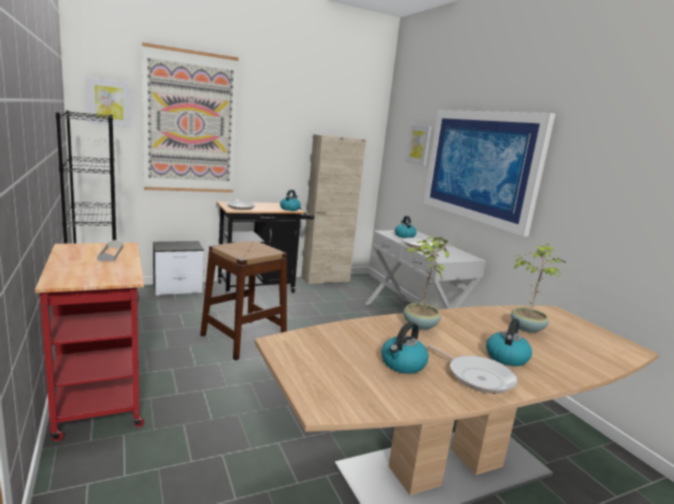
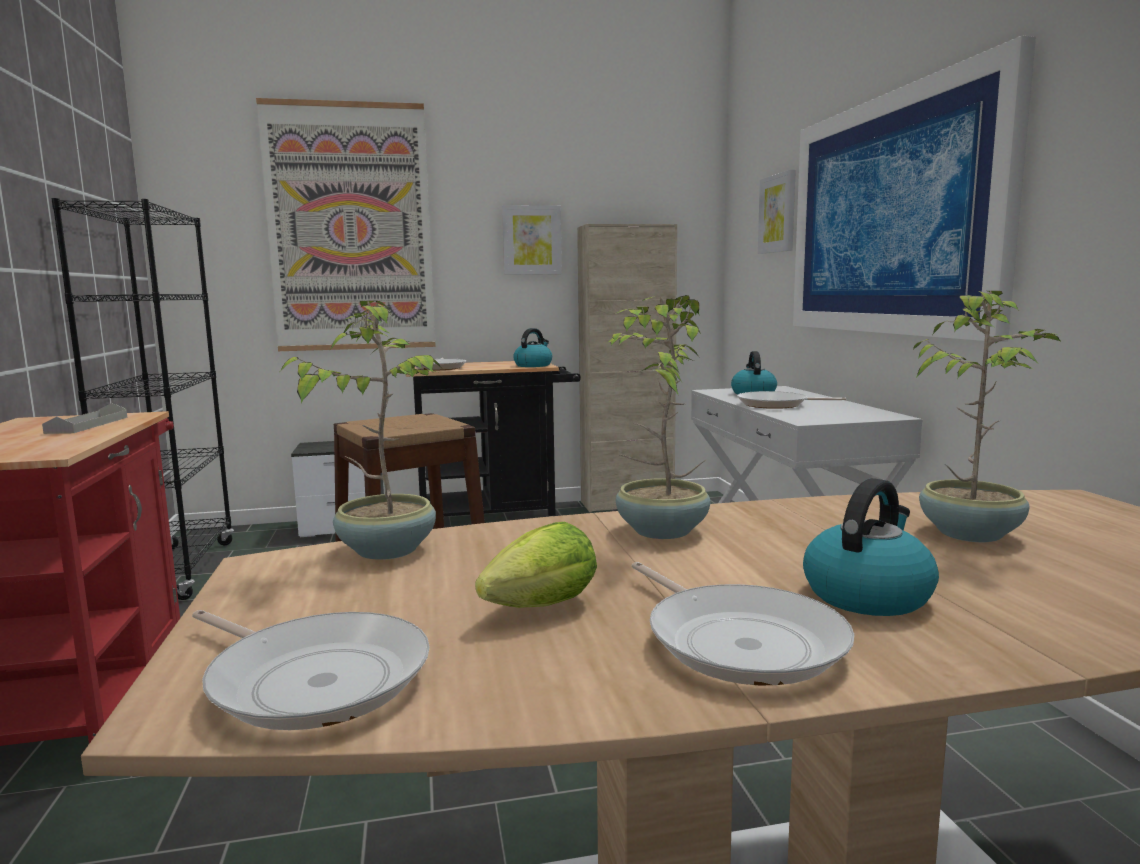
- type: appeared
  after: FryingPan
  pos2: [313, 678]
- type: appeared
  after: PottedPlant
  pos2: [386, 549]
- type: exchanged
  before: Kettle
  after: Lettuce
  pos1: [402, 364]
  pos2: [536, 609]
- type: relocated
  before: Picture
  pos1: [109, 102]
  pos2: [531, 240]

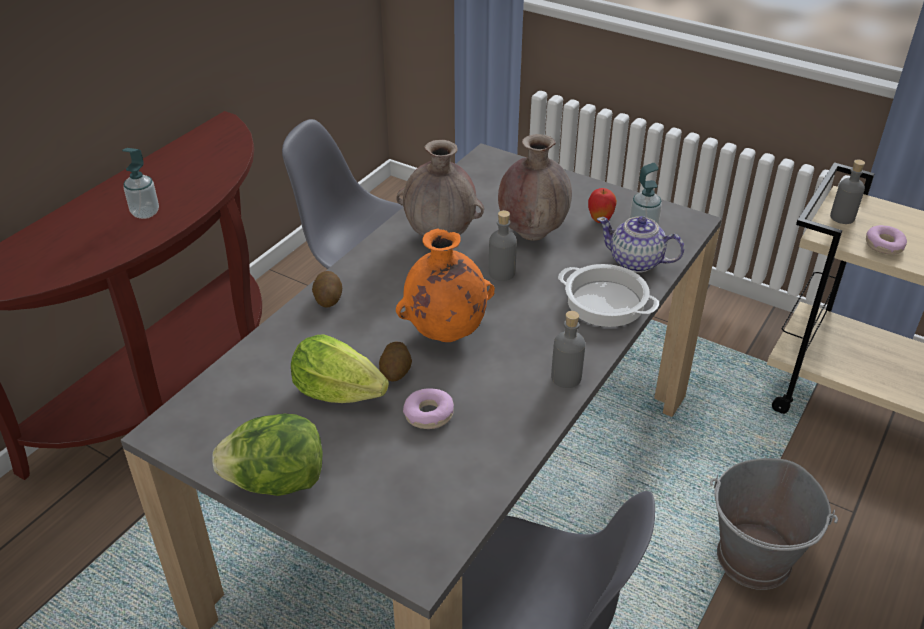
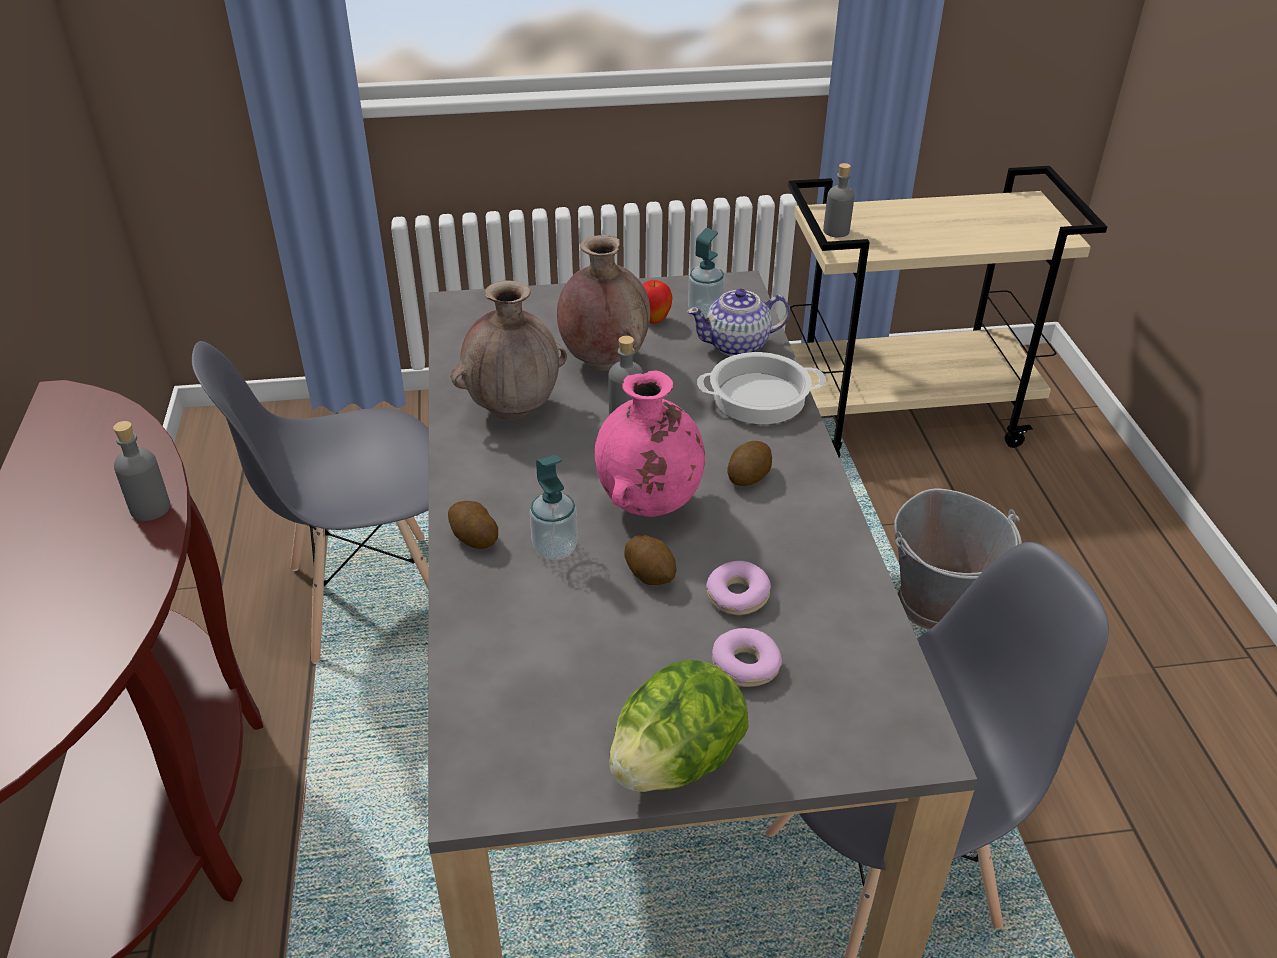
- type: relocated
  before: GreyBottle
  pos1: [566, 377]
  pos2: [150, 508]
- type: relocated
  before: SoapDispenser
  pos1: [145, 213]
  pos2: [555, 548]
- type: colour
  before: OrangeVase
  after: PinkVase
  pos1: [445, 334]
  pos2: [649, 507]
- type: relocated
  before: Donut
  pos1: [884, 245]
  pos2: [745, 666]
- type: appeared
  after: Potato
  pos2: [748, 476]
- type: missing
  before: Lettuce
  pos1: [337, 392]

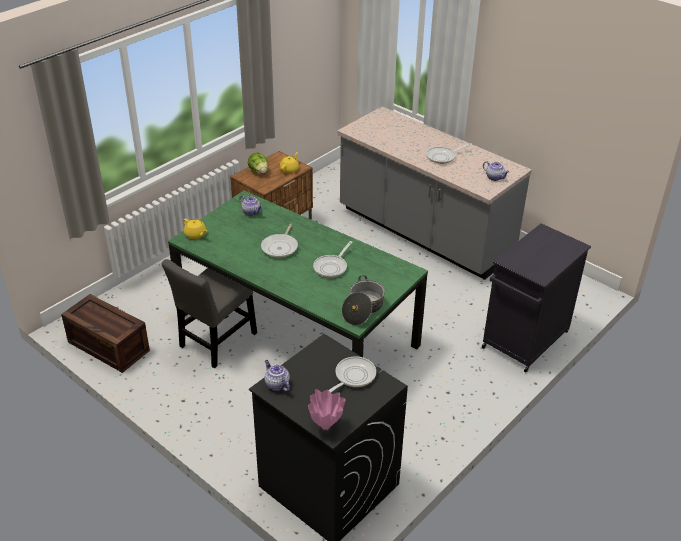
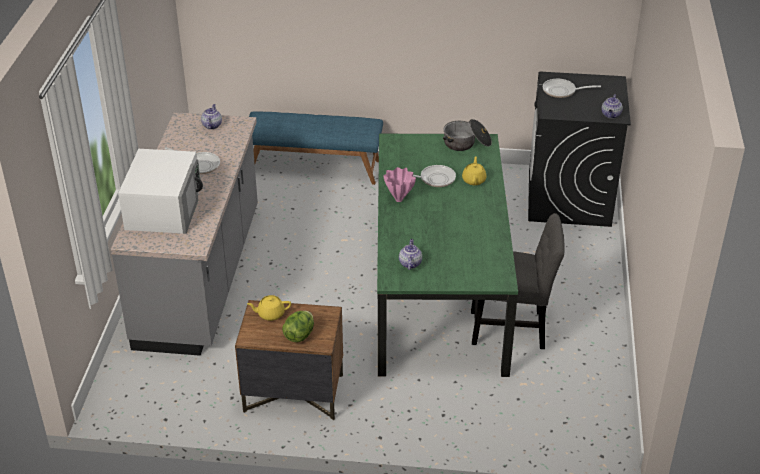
- type: appeared
  after: WhiteMicrowave
  pos2: [164, 208]
- type: exchanged
  before: BlackCabinet
  after: BlueBench
  pos1: [524, 341]
  pos2: [314, 167]
- type: relocated
  before: PinkVase
  pos1: [325, 427]
  pos2: [399, 199]
- type: relocated
  before: YellowTeapot
  pos1: [195, 234]
  pos2: [474, 180]
- type: missing
  before: Crate
  pos1: [107, 346]
- type: missing
  before: FryingPan
  pos1: [280, 247]

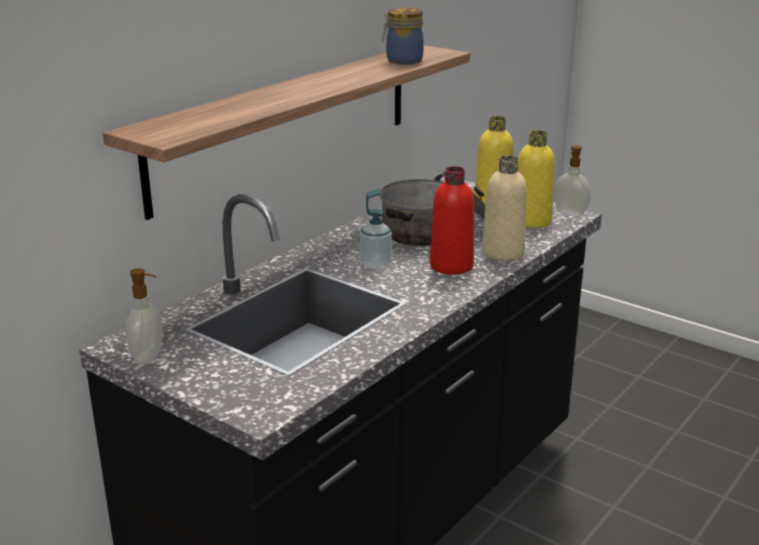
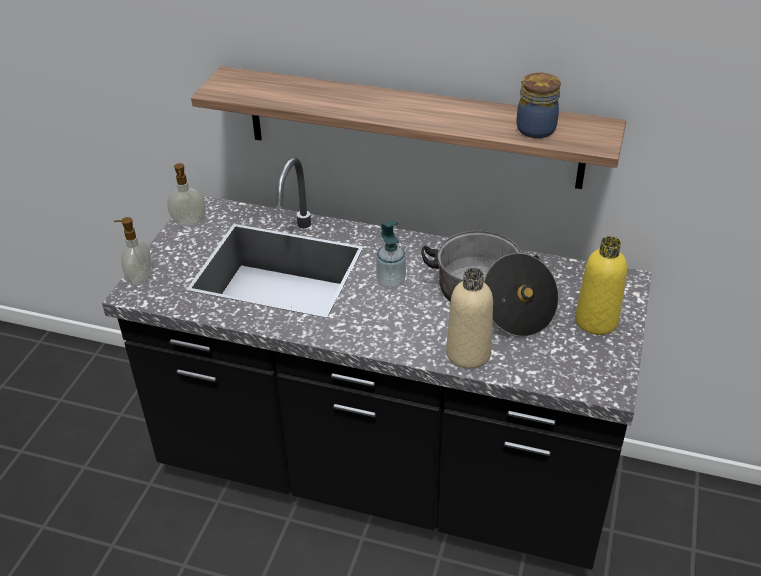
- type: relocated
  before: SoapDispenser
  pos1: [569, 213]
  pos2: [139, 278]
- type: missing
  before: RedBottle
  pos1: [451, 266]
- type: missing
  before: YellowBottle
  pos1: [531, 221]

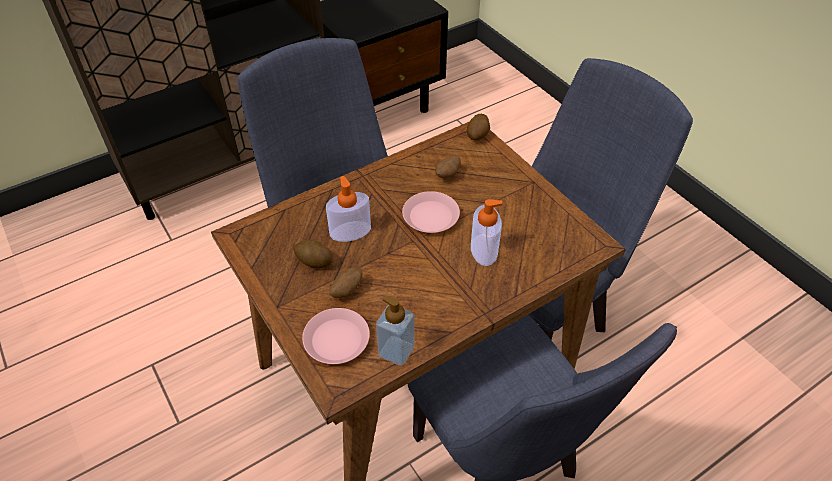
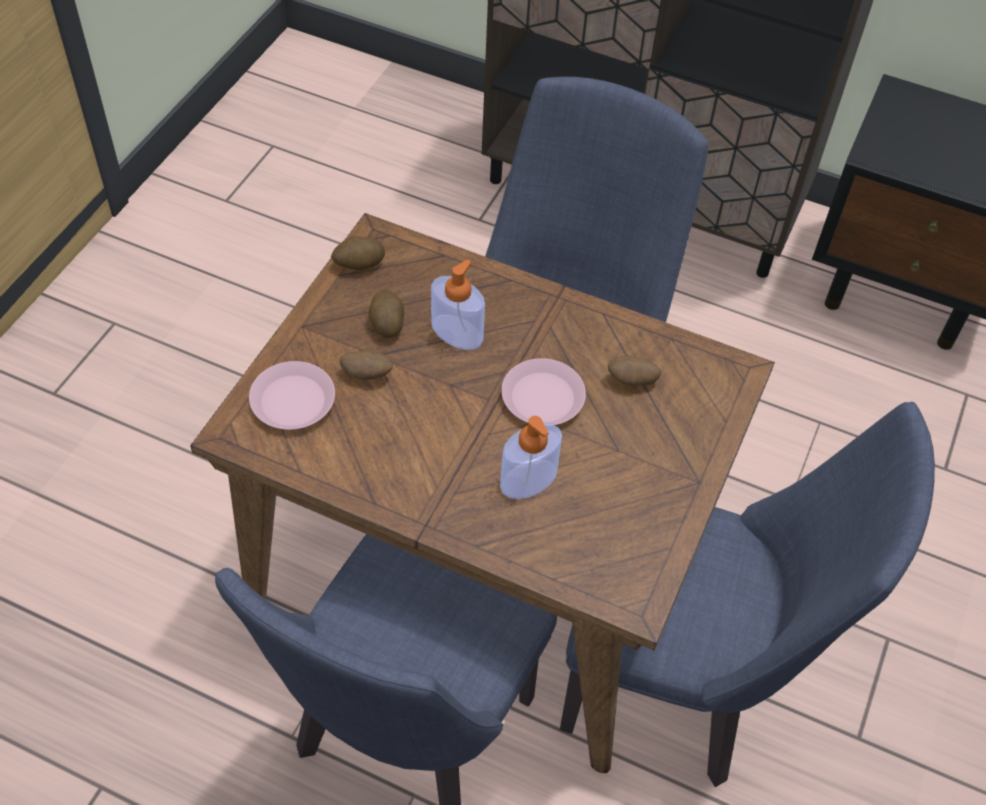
- type: relocated
  before: Potato
  pos1: [477, 135]
  pos2: [359, 264]
- type: missing
  before: SoapDispenser
  pos1: [396, 351]

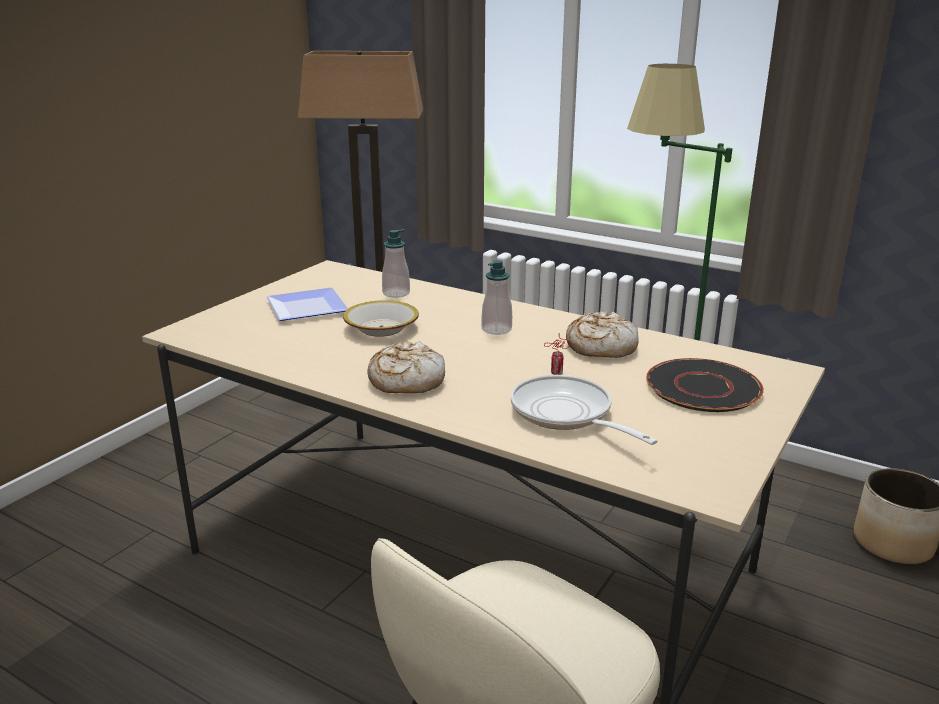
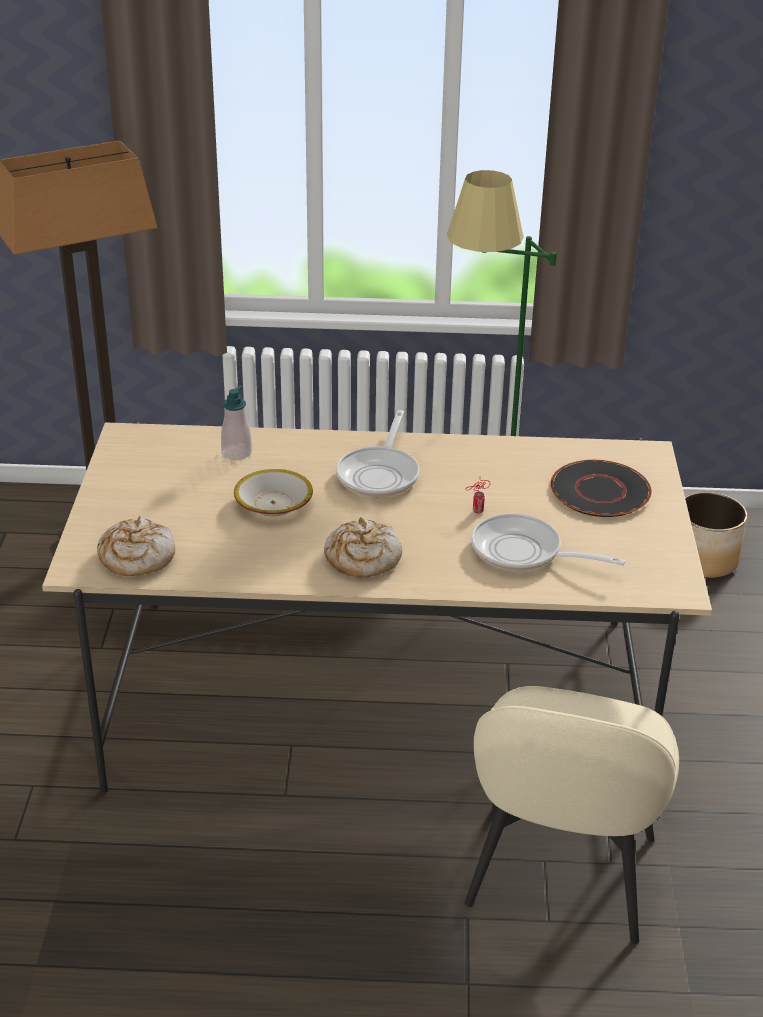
- type: relocated
  before: Bread
  pos1: [600, 347]
  pos2: [136, 557]
- type: exchanged
  before: SoapDispenser
  after: FryingPan
  pos1: [496, 329]
  pos2: [380, 474]
- type: missing
  before: Plate
  pos1: [305, 309]

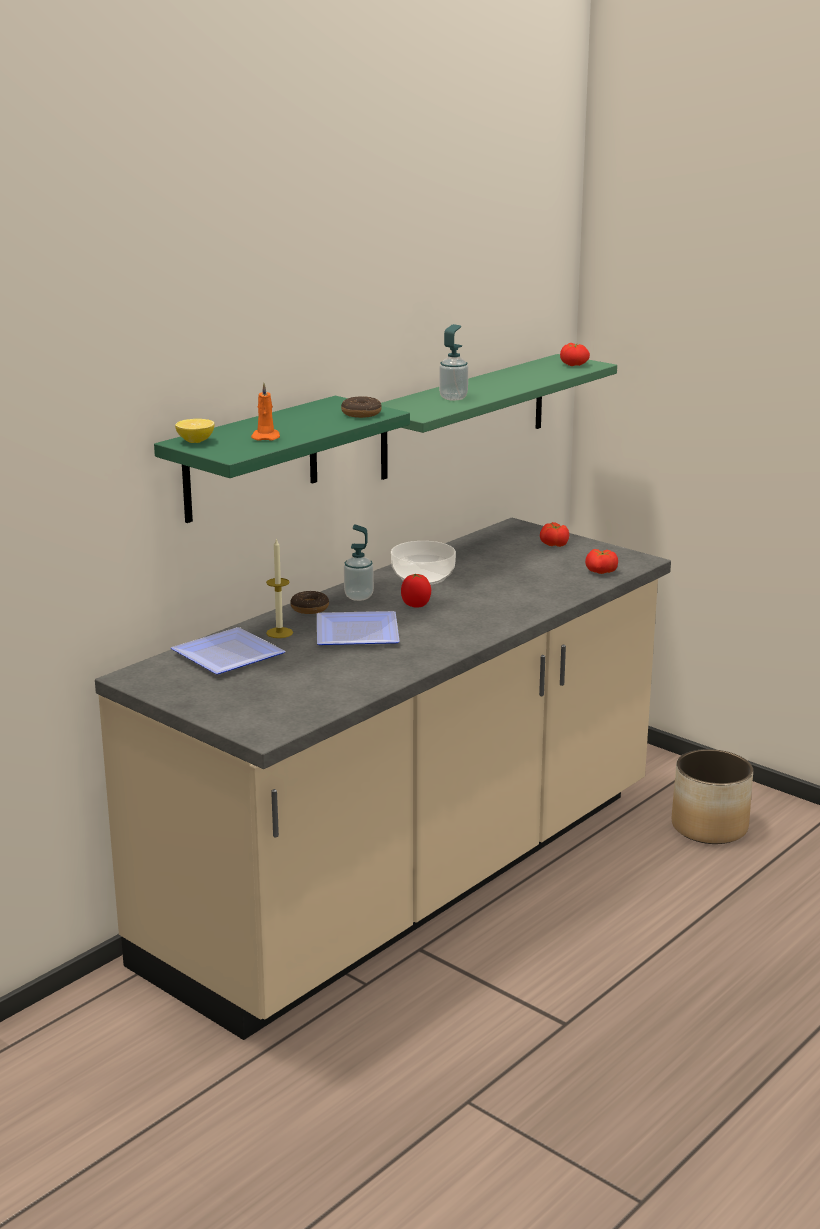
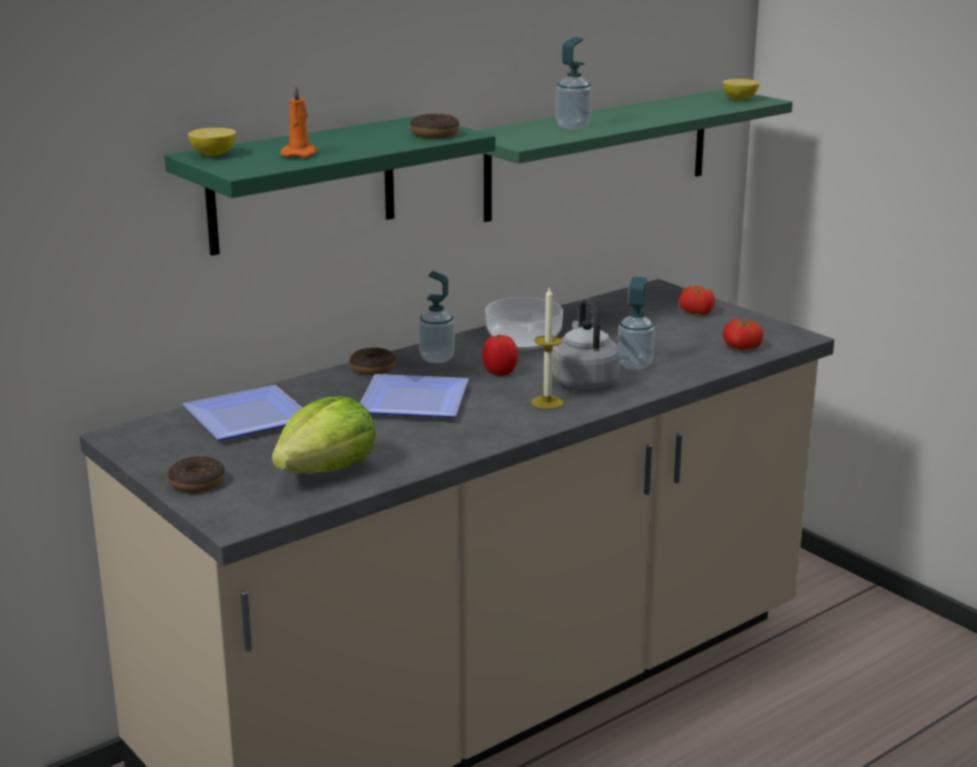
- type: appeared
  after: Donut
  pos2: [197, 482]
- type: appeared
  after: Lettuce
  pos2: [326, 470]
- type: relocated
  before: Candle
  pos1: [279, 633]
  pos2: [547, 402]
- type: appeared
  after: GreyKettle
  pos2: [583, 381]
- type: appeared
  after: SoapDispenser
  pos2: [635, 365]
- type: exchanged
  before: Tomato
  after: Lemon
  pos1: [574, 364]
  pos2: [740, 99]
- type: missing
  before: Planter
  pos1: [710, 827]

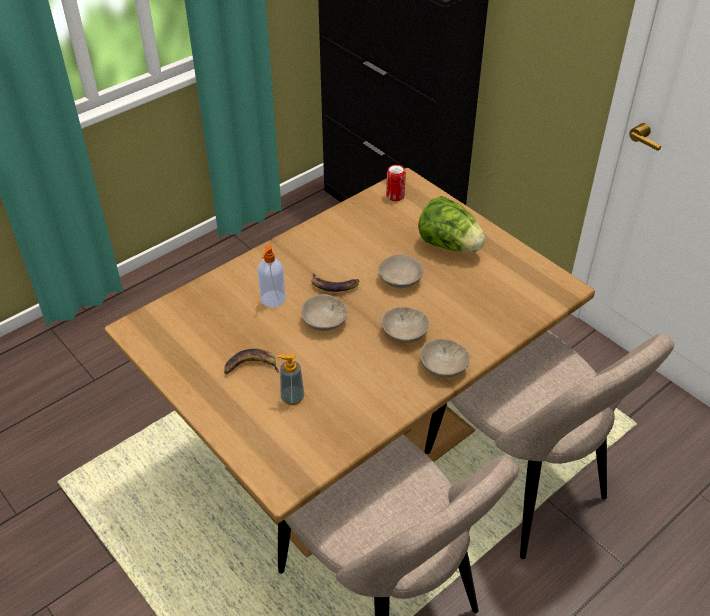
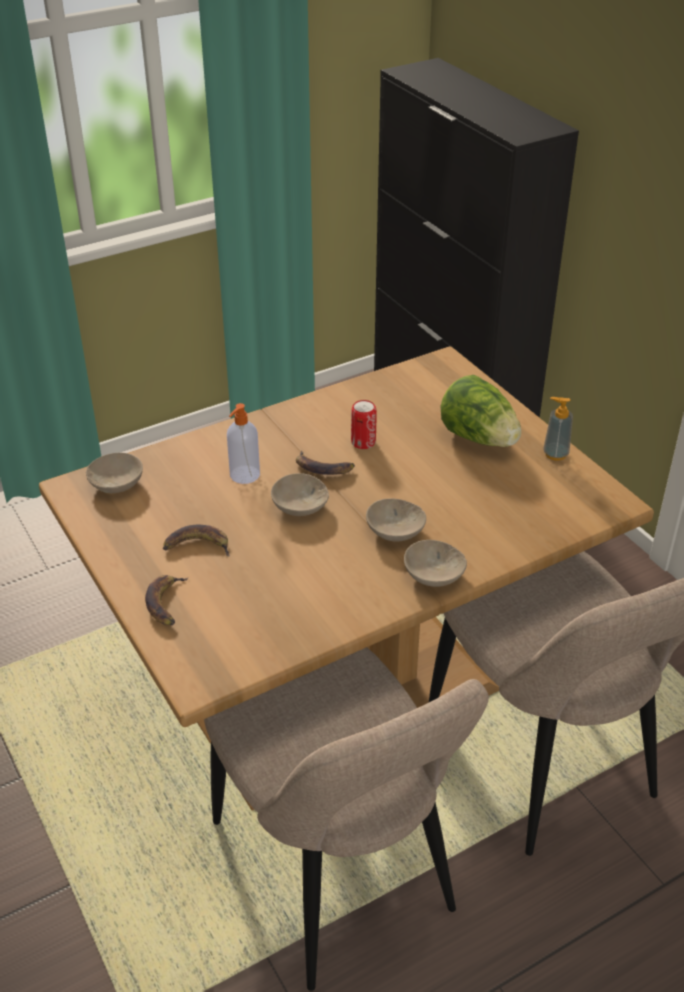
- type: relocated
  before: BeigeBowl
  pos1: [402, 279]
  pos2: [118, 484]
- type: appeared
  after: Banana
  pos2: [166, 603]
- type: relocated
  before: Can
  pos1: [395, 196]
  pos2: [363, 442]
- type: relocated
  before: SoapDispenser
  pos1: [292, 397]
  pos2: [555, 454]

